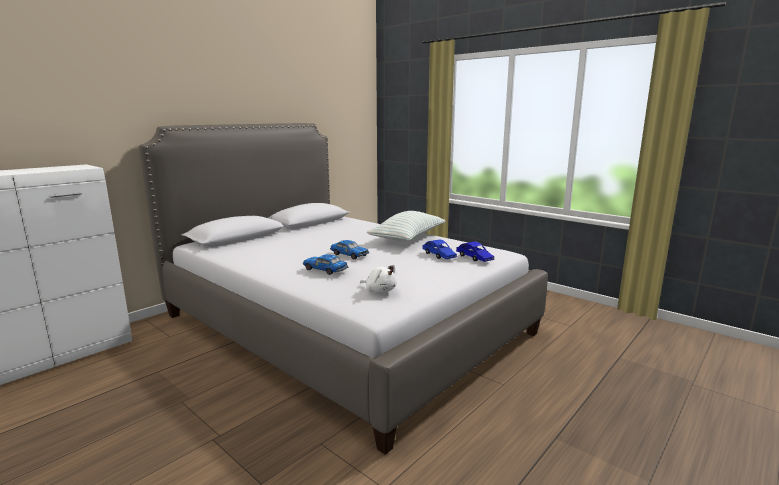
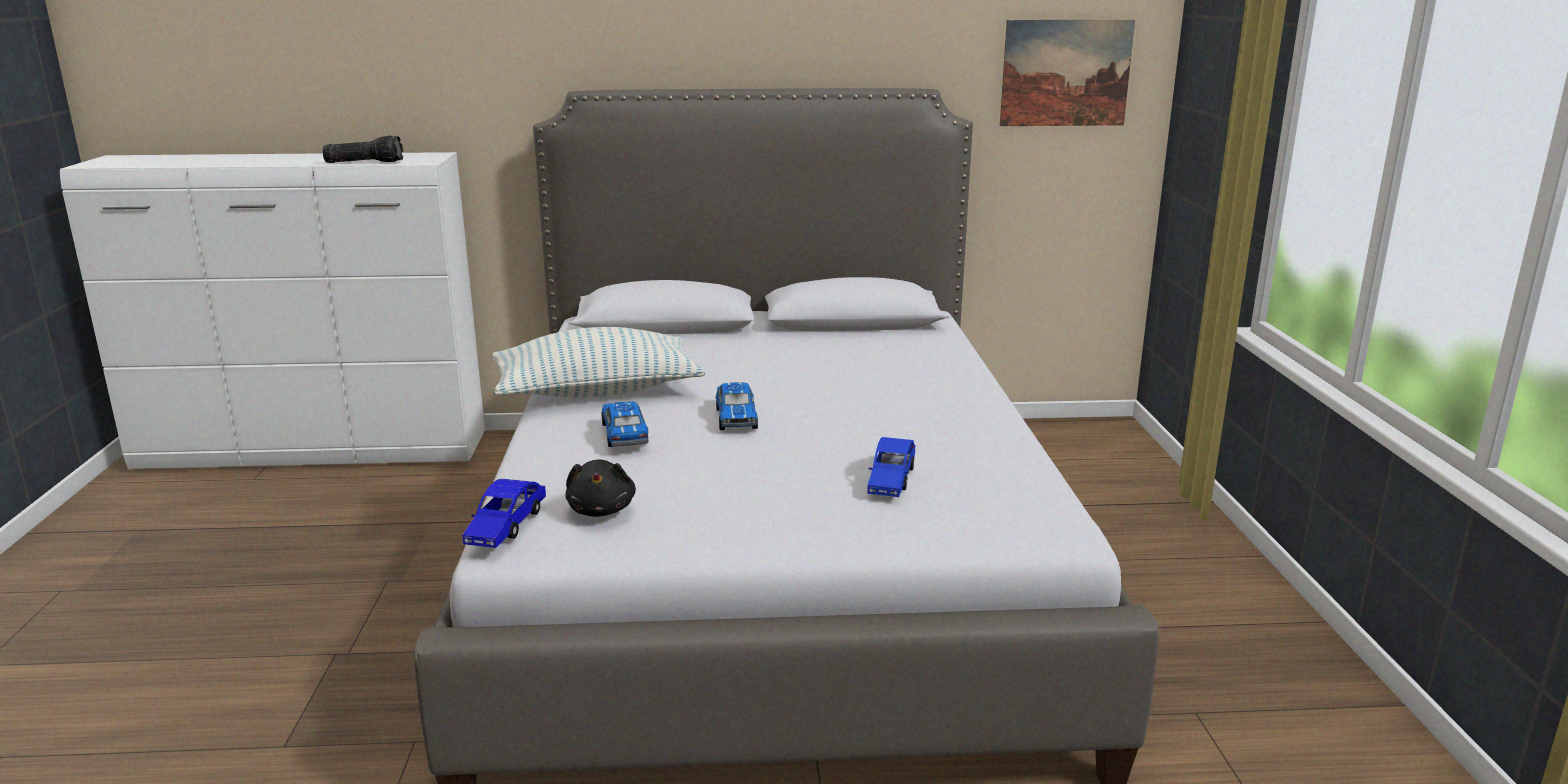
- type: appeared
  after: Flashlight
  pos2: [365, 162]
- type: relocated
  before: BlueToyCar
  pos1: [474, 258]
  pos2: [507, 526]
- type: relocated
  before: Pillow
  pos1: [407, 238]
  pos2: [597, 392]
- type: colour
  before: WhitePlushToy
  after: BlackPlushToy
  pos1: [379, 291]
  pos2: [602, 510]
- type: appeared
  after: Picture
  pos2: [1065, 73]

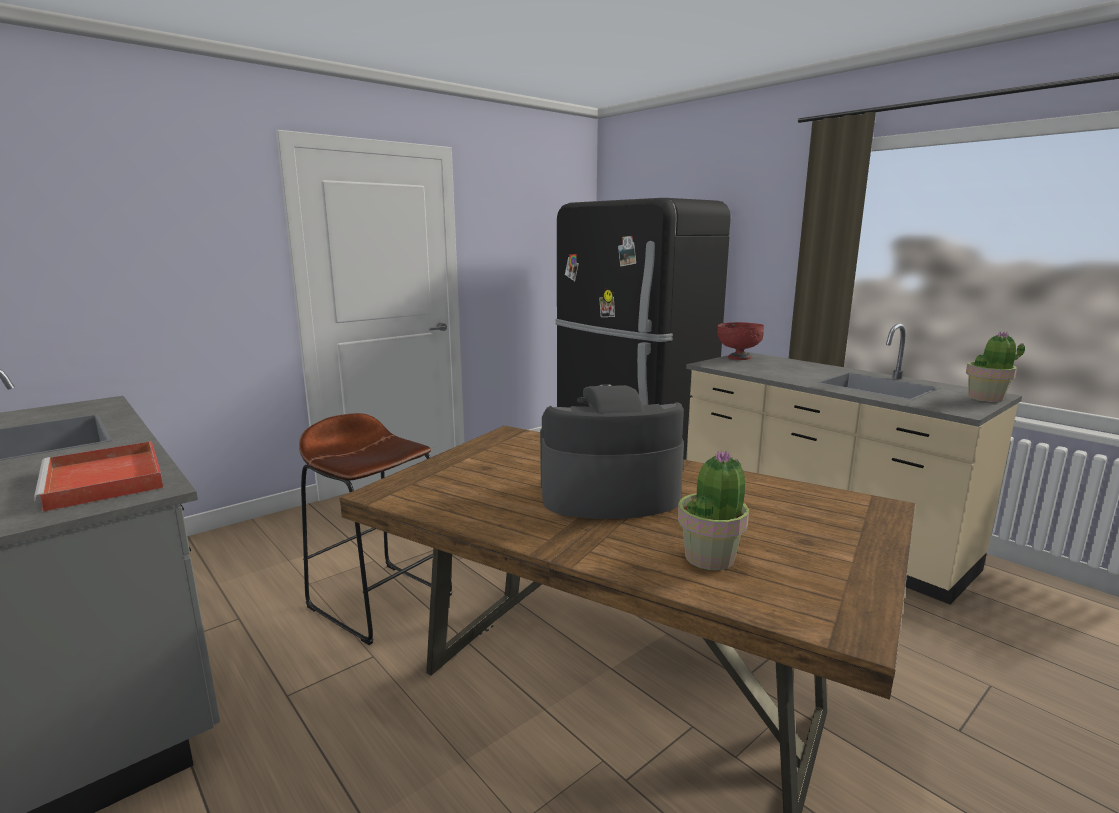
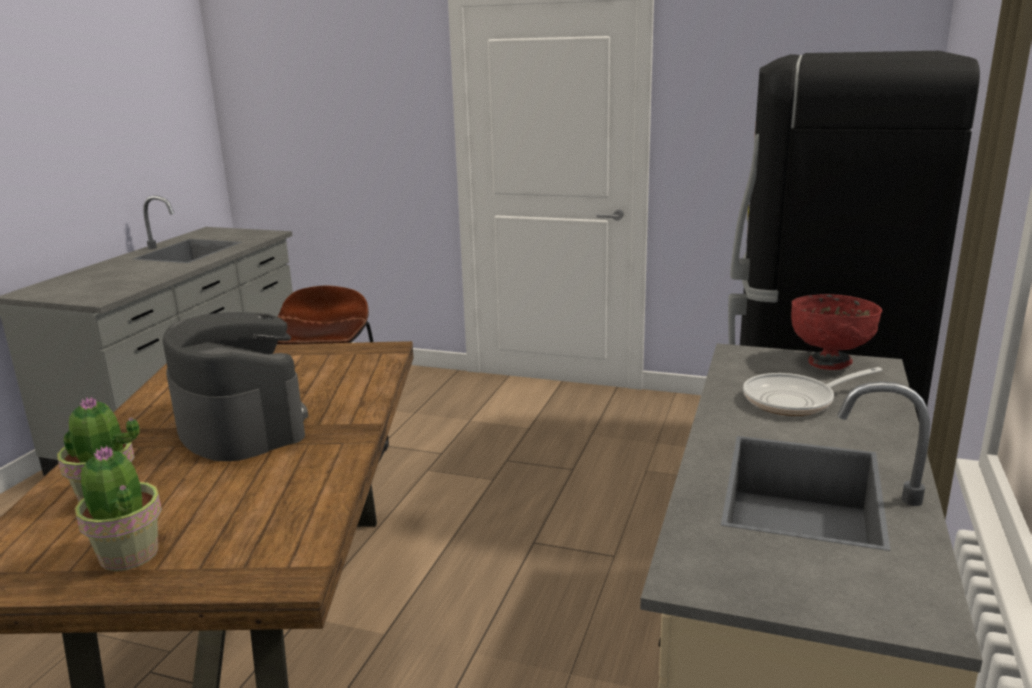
- type: relocated
  before: PottedPlant
  pos1: [986, 398]
  pos2: [128, 555]
- type: appeared
  after: FryingPan
  pos2: [795, 400]
- type: missing
  before: RedTray
  pos1: [105, 480]

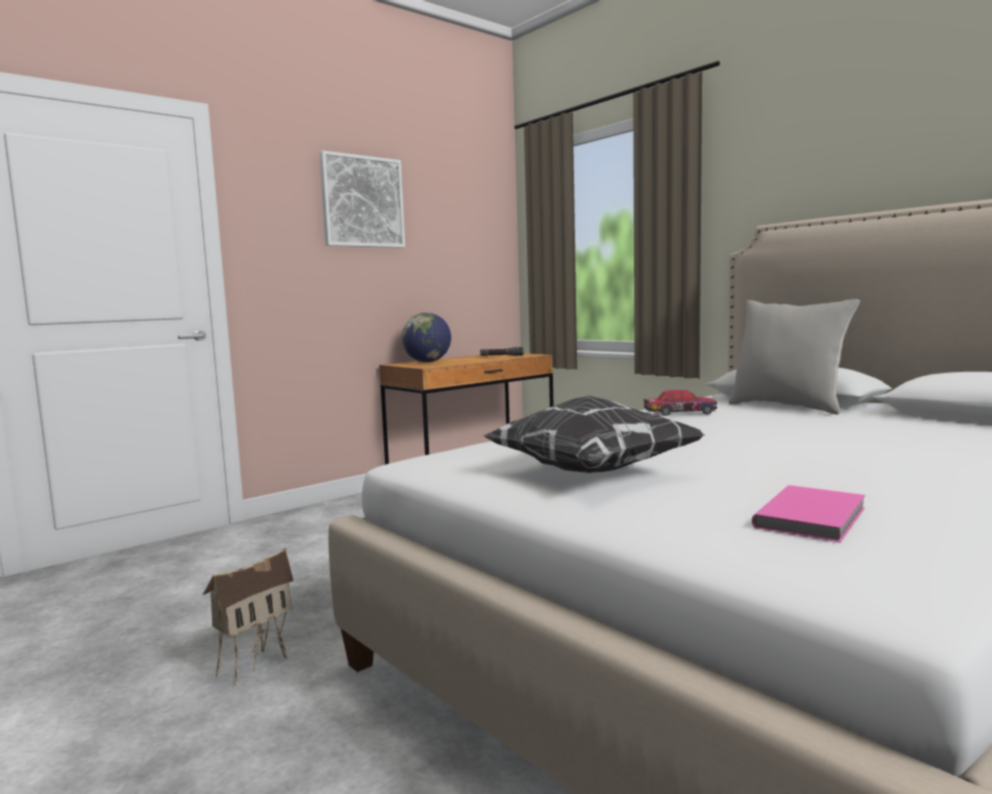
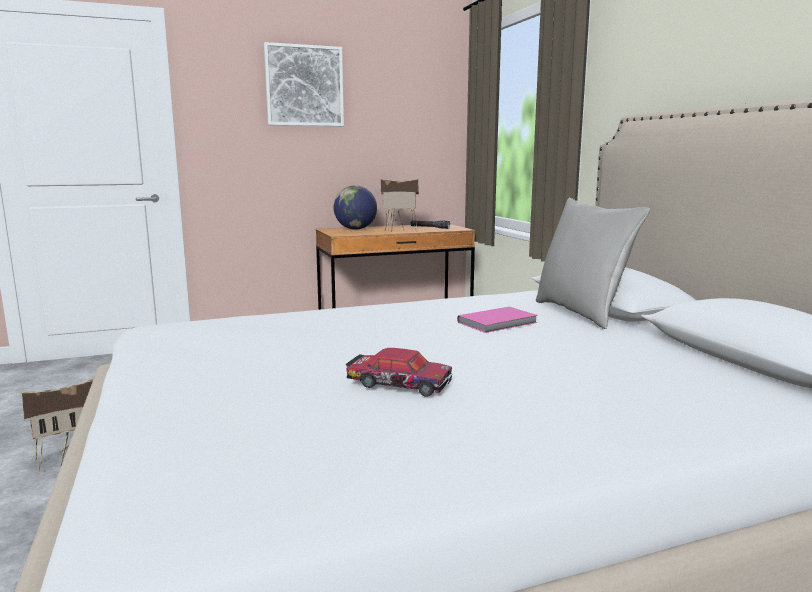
- type: relocated
  before: ToyCar
  pos1: [679, 413]
  pos2: [399, 384]
- type: appeared
  after: ToyHouse
  pos2: [400, 231]
- type: relocated
  before: PinkBook
  pos1: [814, 517]
  pos2: [499, 322]
- type: missing
  before: Pillow
  pos1: [591, 472]

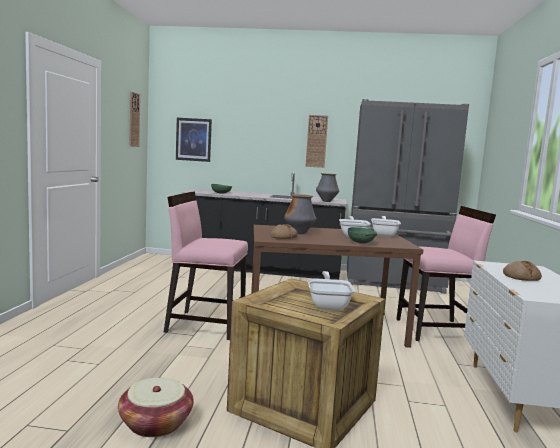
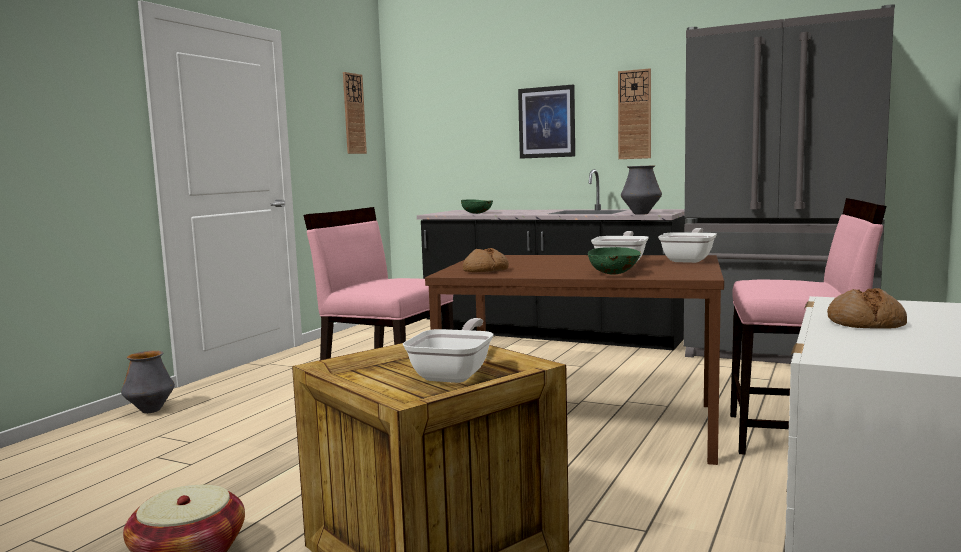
- type: relocated
  before: Vase
  pos1: [299, 233]
  pos2: [150, 411]
- type: relocated
  before: Picture
  pos1: [193, 139]
  pos2: [547, 122]

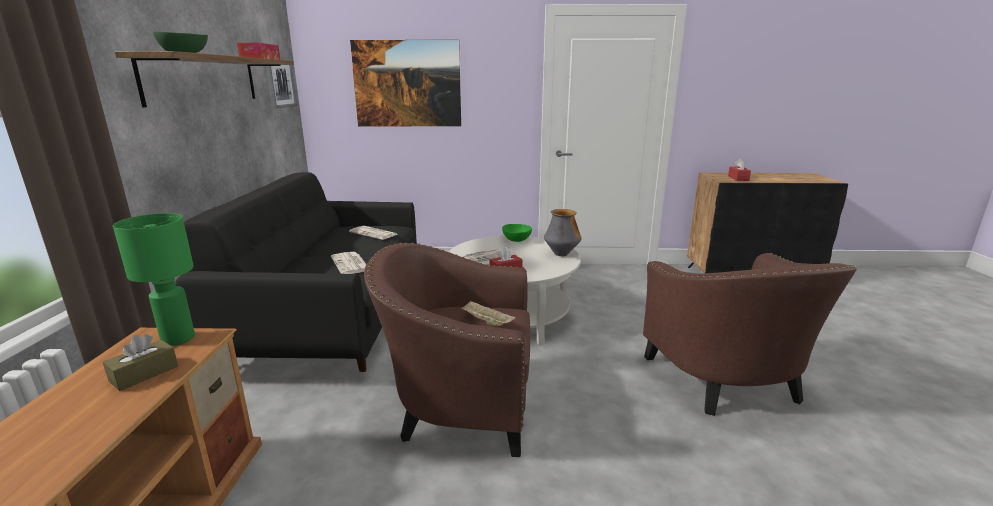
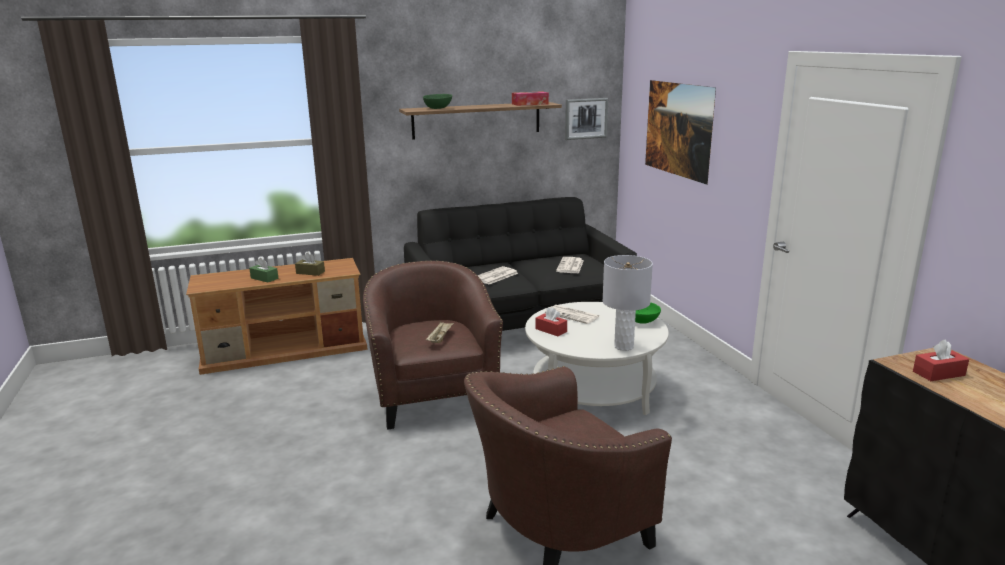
- type: appeared
  after: GreenTissueBox
  pos2: [264, 278]
- type: exchanged
  before: Vase
  after: GreyTableLamp
  pos1: [561, 254]
  pos2: [624, 346]
- type: missing
  before: GreenTableLamp
  pos1: [177, 339]

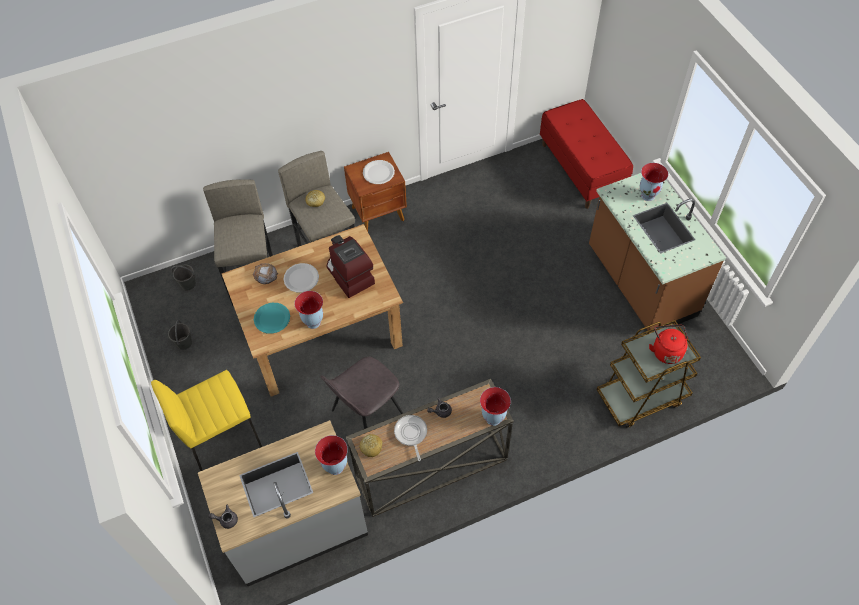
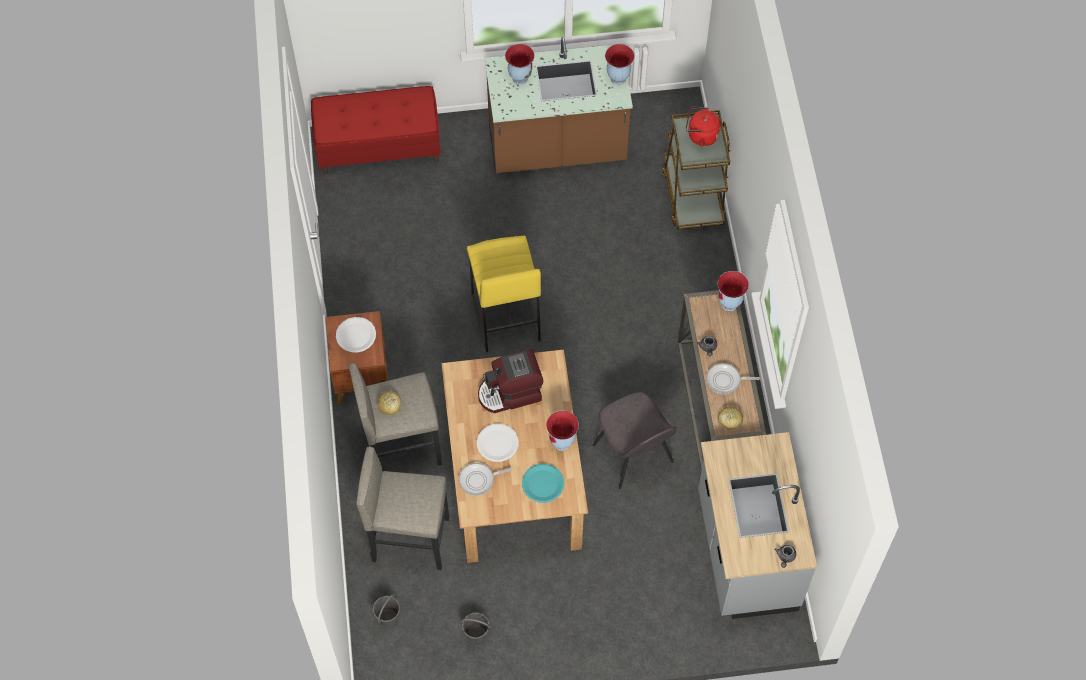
- type: exchanged
  before: Bread
  after: FryingPan
  pos1: [265, 275]
  pos2: [479, 480]
- type: relocated
  before: YellowStool
  pos1: [224, 445]
  pos2: [504, 317]
- type: relocated
  before: Vase
  pos1: [335, 467]
  pos2: [618, 79]

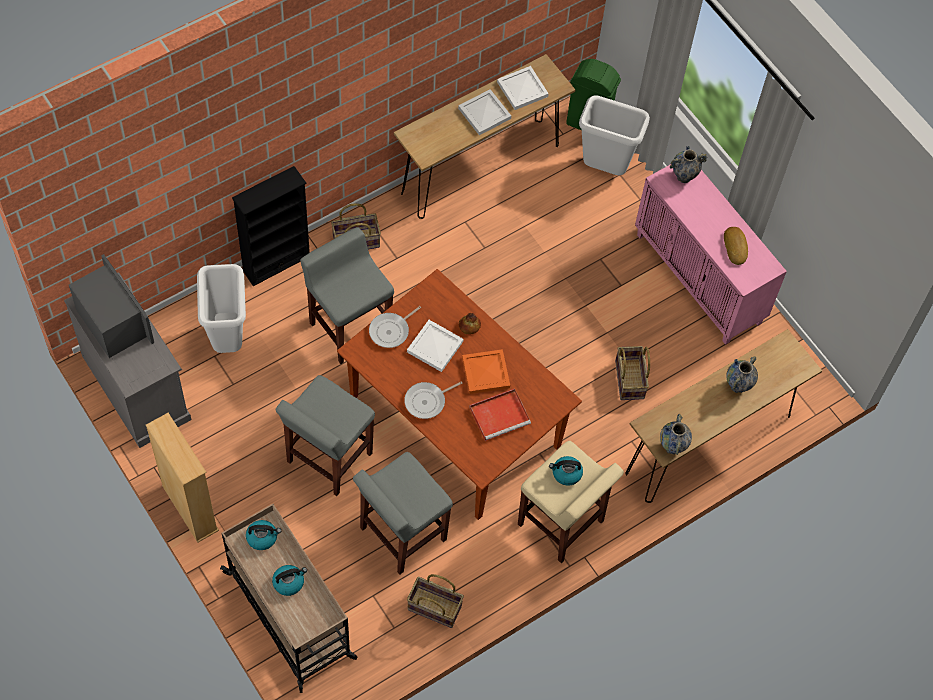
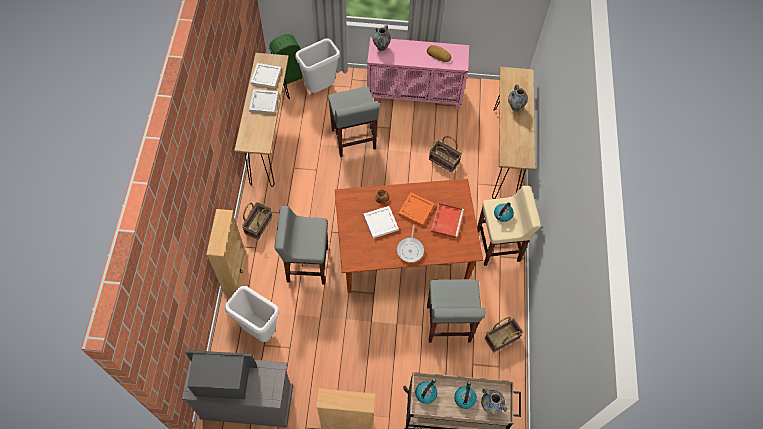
- type: colour
  before: BlackBookcase
  after: BeigeBookcase
  pos1: [276, 262]
  pos2: [235, 273]
- type: relocated
  before: GreyStool
  pos1: [328, 458]
  pos2: [353, 140]
- type: relocated
  before: Vase
  pos1: [672, 447]
  pos2: [490, 406]
- type: missing
  before: FryingPan
  pos1: [391, 331]

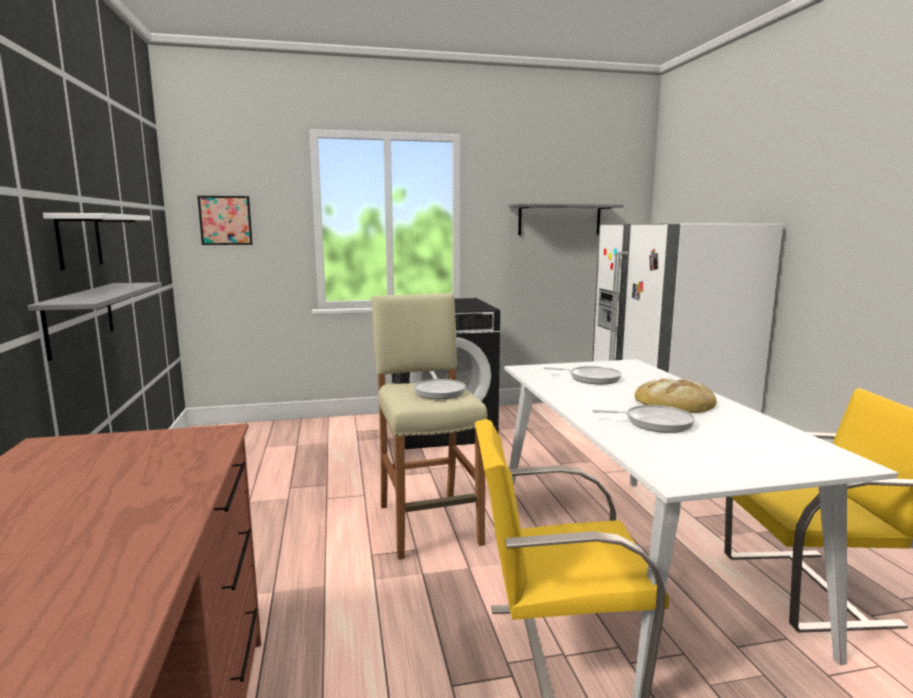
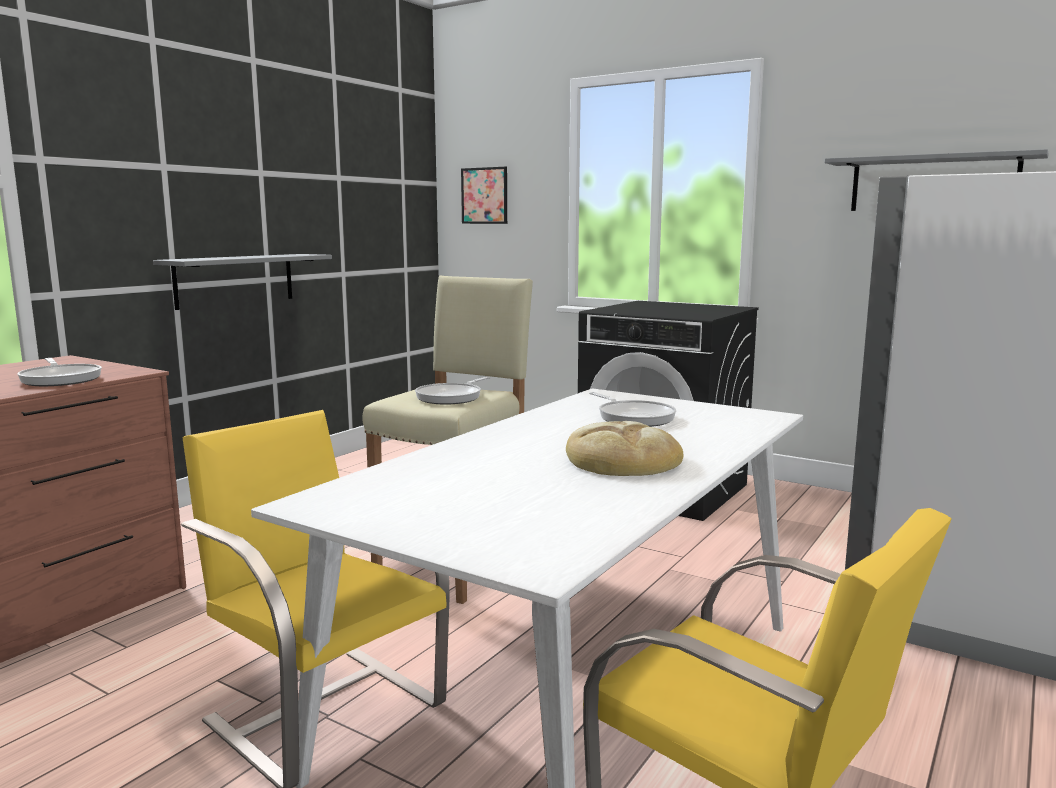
- type: relocated
  before: FryingPan
  pos1: [654, 423]
  pos2: [61, 379]
- type: missing
  before: WhiteShelf
  pos1: [79, 240]

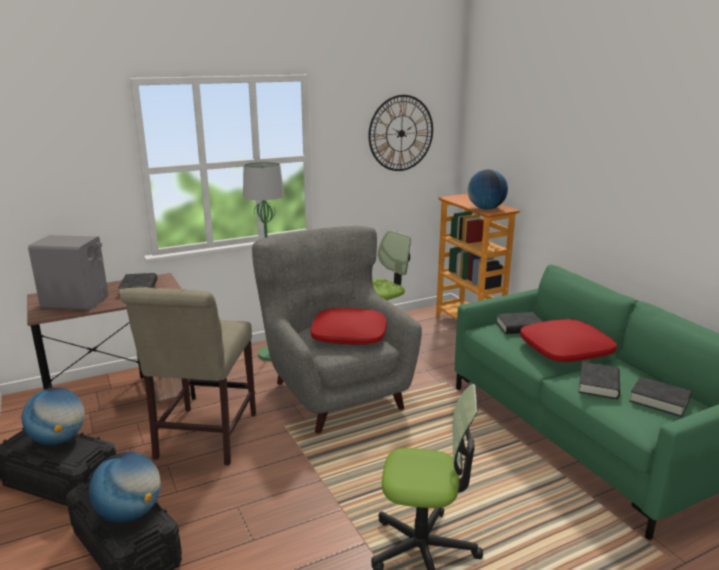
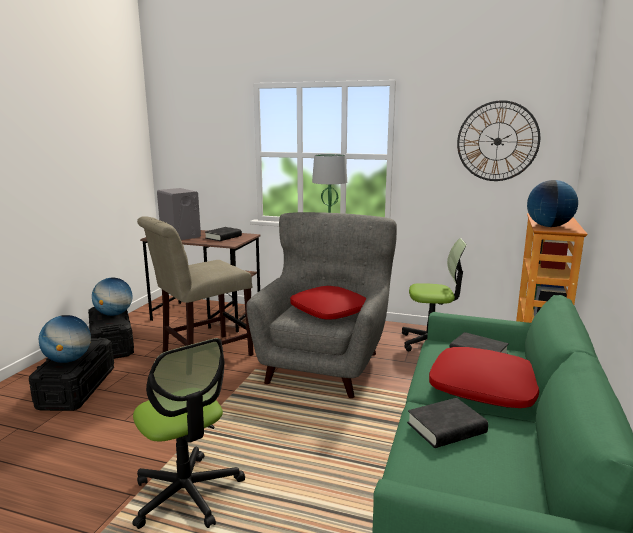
- type: missing
  before: BlackBook
  pos1: [659, 400]

